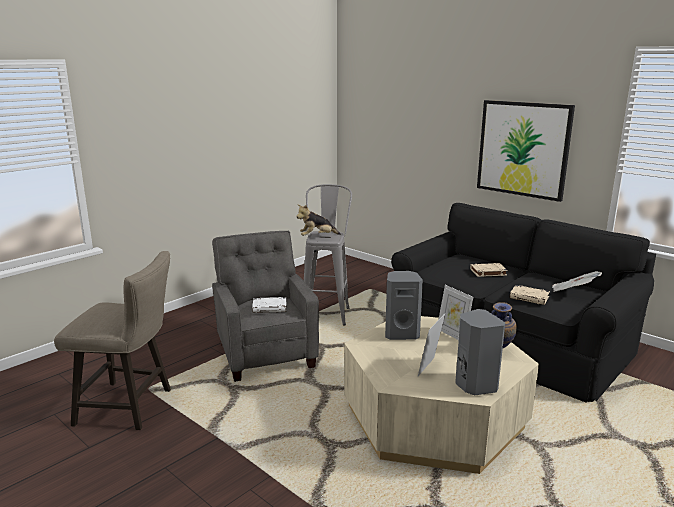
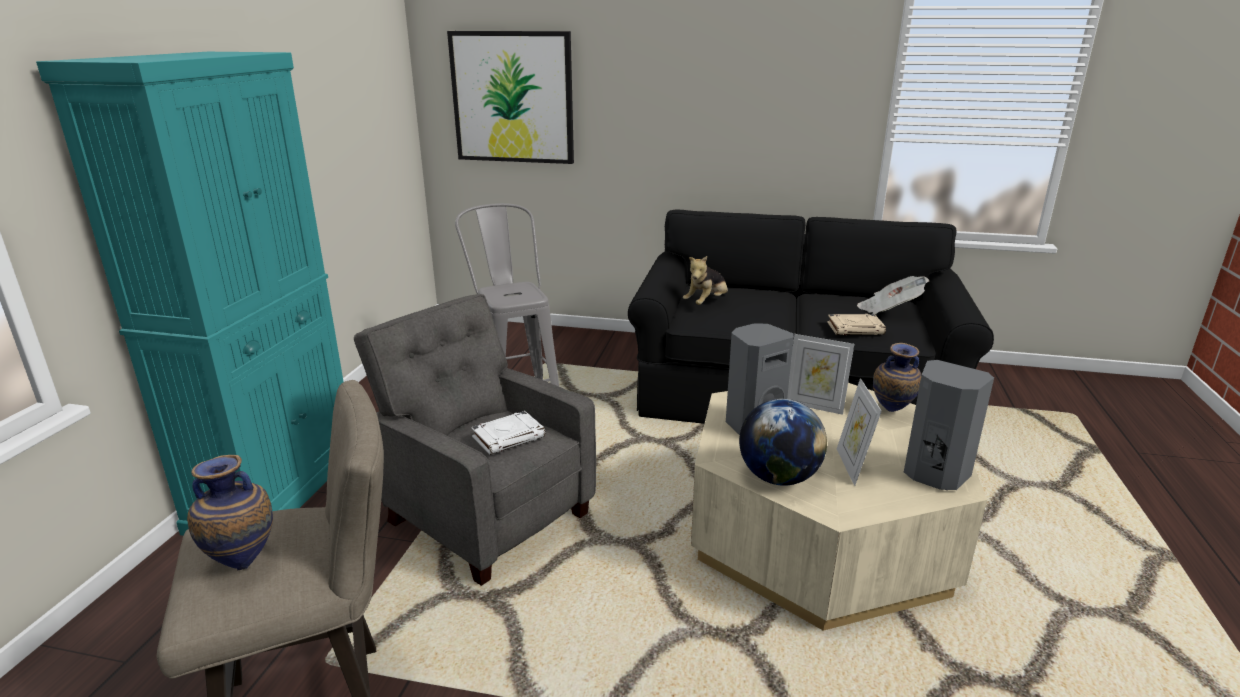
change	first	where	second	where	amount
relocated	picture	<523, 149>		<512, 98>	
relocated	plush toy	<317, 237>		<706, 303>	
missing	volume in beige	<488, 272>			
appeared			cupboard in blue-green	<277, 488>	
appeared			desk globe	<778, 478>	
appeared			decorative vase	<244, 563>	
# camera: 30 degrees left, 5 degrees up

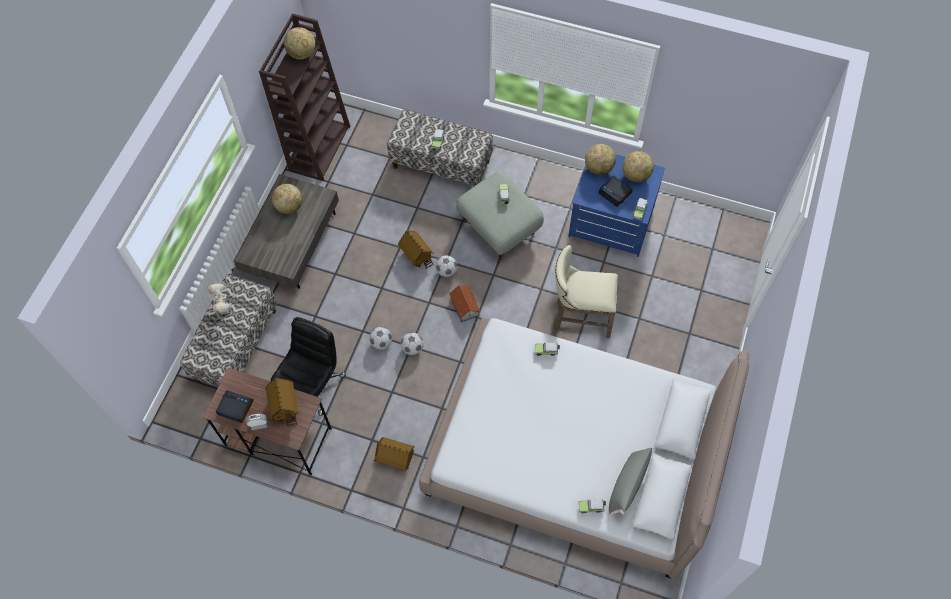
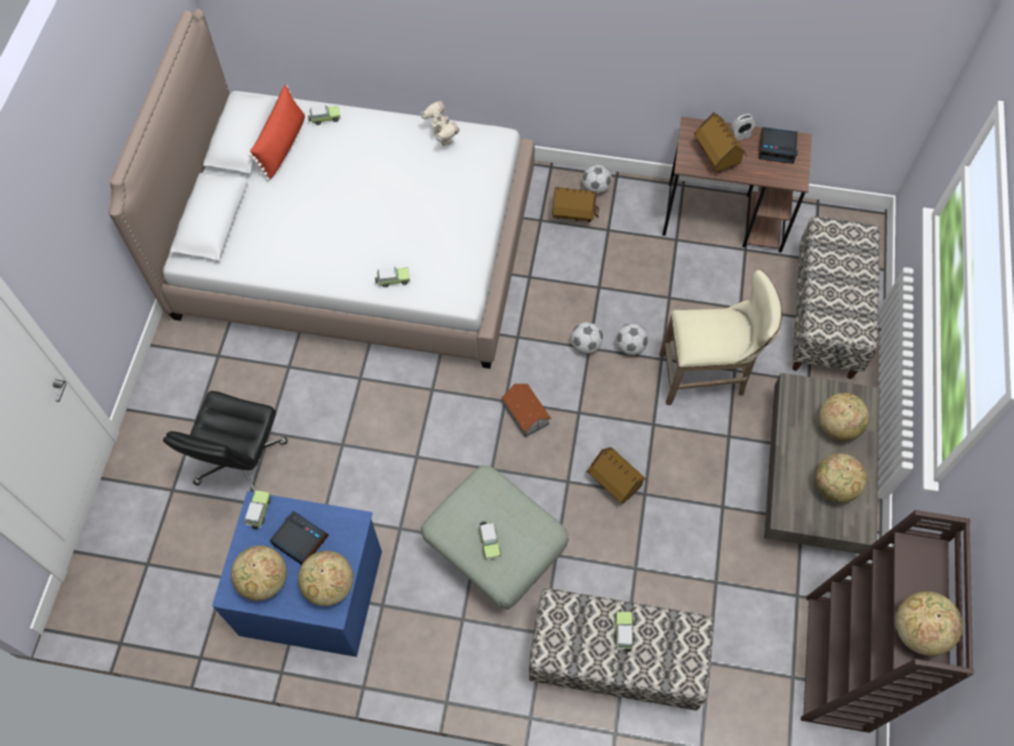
change	first	where	second	where	amount
relocated	stool in beige	<579, 317>		<706, 377>	
relocated	football	<446, 271>		<595, 188>	
relocated	toy robot	<223, 307>		<441, 139>	
relocated	computer chair in black	<313, 384>		<241, 463>	
colour	pillow in greyish	<627, 484>	pillow in reddish	<282, 145>	
appeared			desk globe	<837, 426>	
# camera: 170 degrees right, 0 degrees up

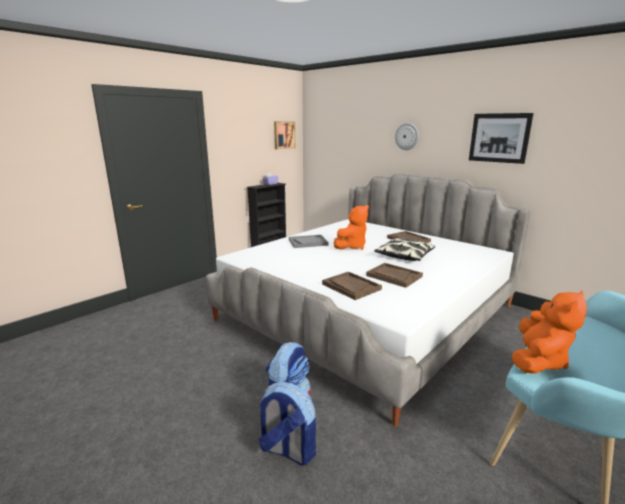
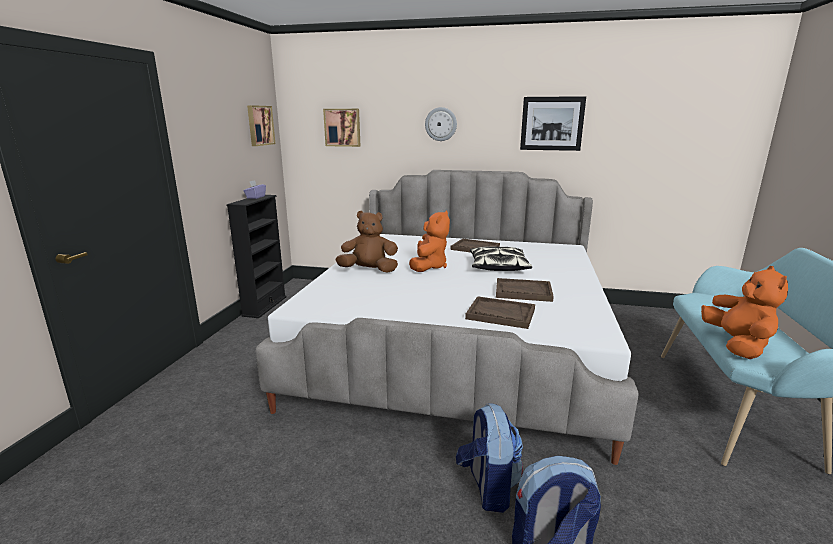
change	first	where	second	where	amount
exchanged	tray in greyish	<308, 242>	plush toy in brownish	<369, 270>	
appeared			picture	<342, 127>	
# camera: 30 degrees left, 0 degrees up

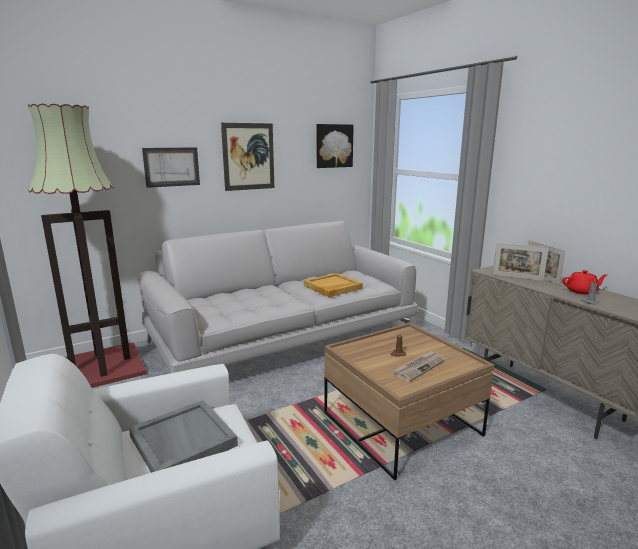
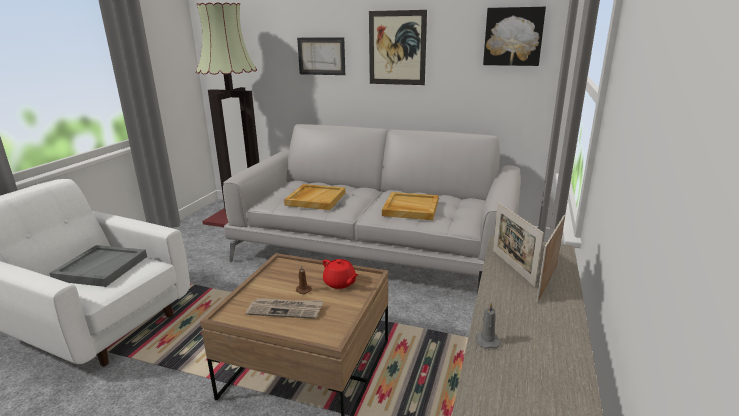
change	first	where	second	where	amount
relocated	teapot in reddish	<582, 291>		<340, 283>	
appeared			tray in beige	<315, 199>	
# camera: 50 degrees right, 5 degrees up

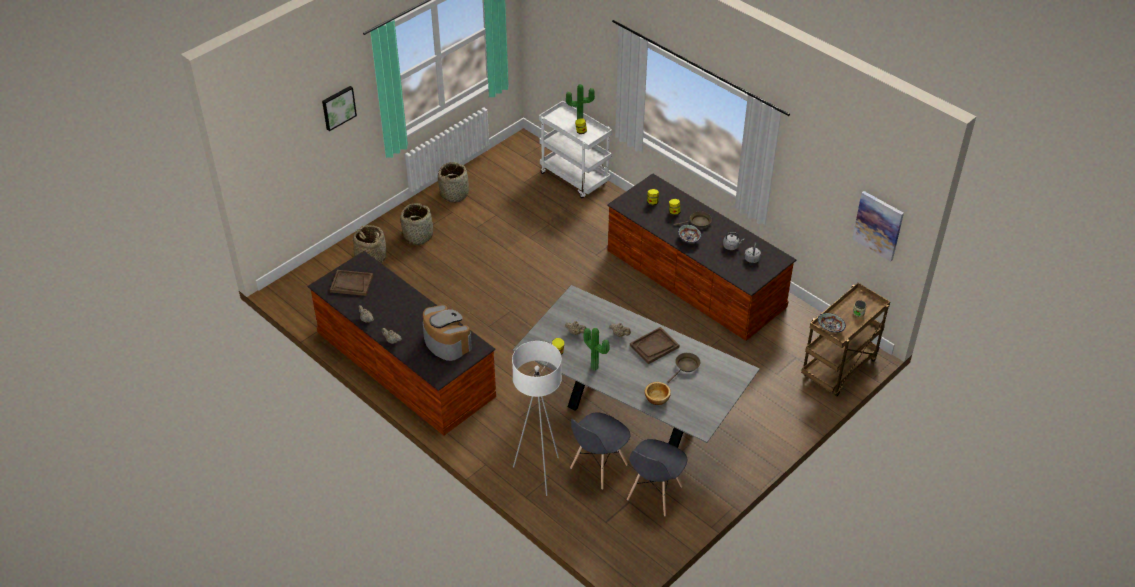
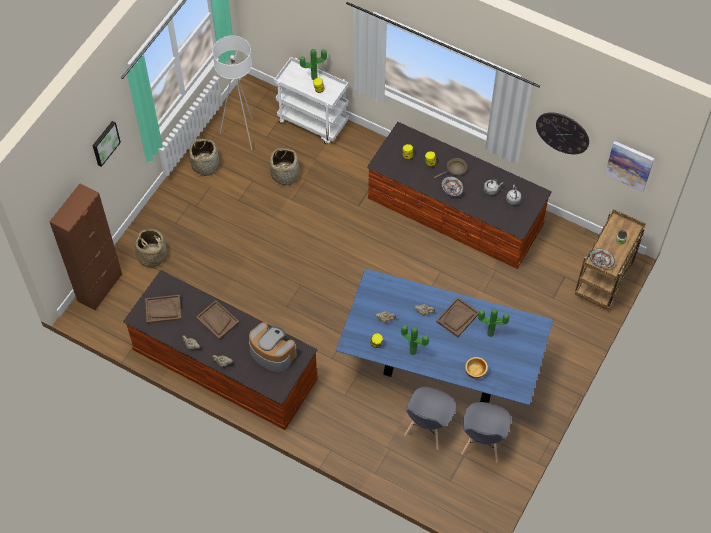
change	first	where	second	where	amount
relocated	storage basket	<418, 235>		<285, 174>	
colour	dining table in greyish	<632, 414>	dining table in bluish	<441, 368>	
relocated	floor lamp in white	<539, 474>		<241, 134>	
exchanged	frying pan in brownish	<686, 367>	plant in a pot	<490, 332>	
appeared			wall clock	<562, 132>	
appeared			cupboard in brownish	<100, 287>	
appeared			tray in brownish	<217, 320>	
# camera: 15 degrees left, 15 degrees up

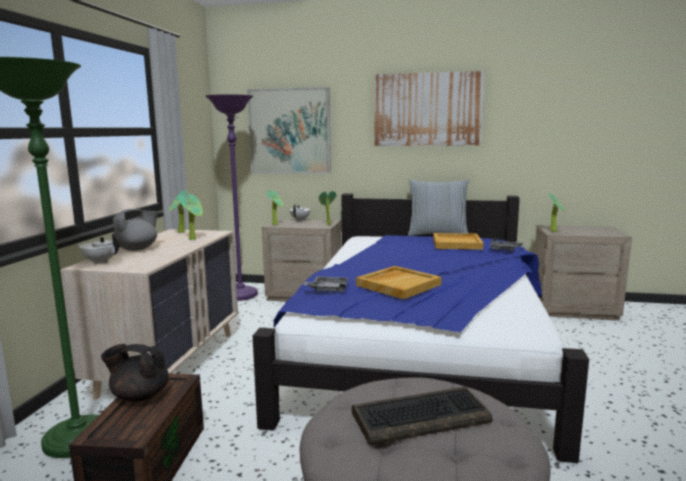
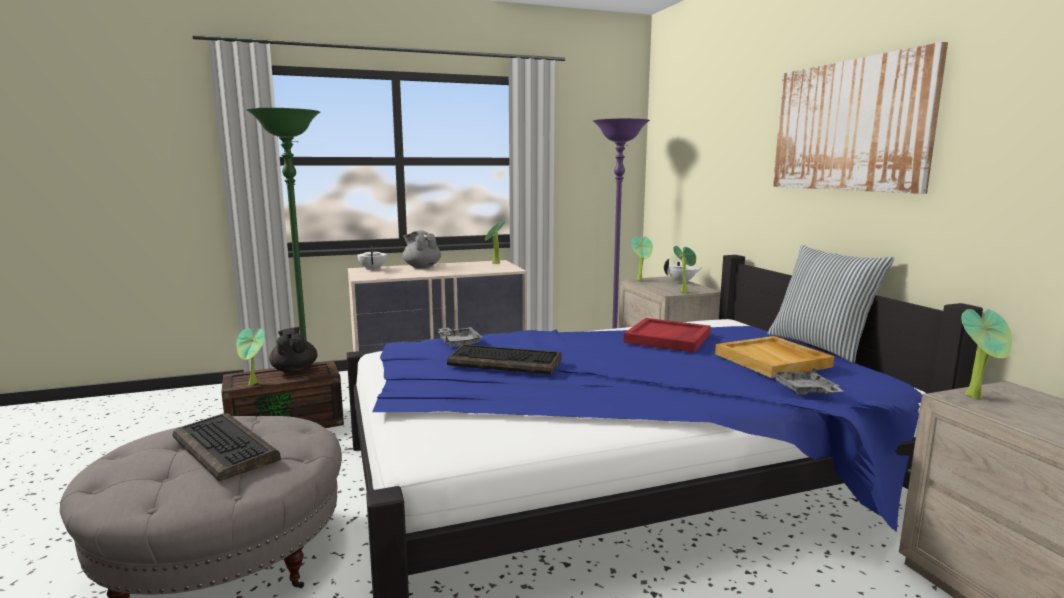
change	first	where	second	where	amount
missing	picture	<289, 131>			
relocated	plant in a pot	<194, 239>		<254, 384>	
spun	teapot in greyish	<137, 249>		<421, 267>	150 degrees counterclockwise
exchanged	tray in beige	<398, 285>	PC keyboard	<506, 362>	
appeared			tray in reddish	<668, 338>	
# camera: 60 degrees right, 0 degrees up

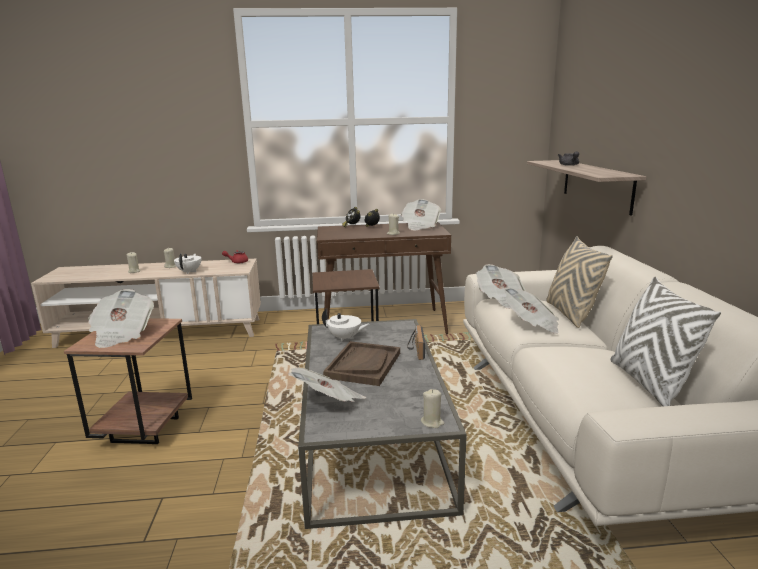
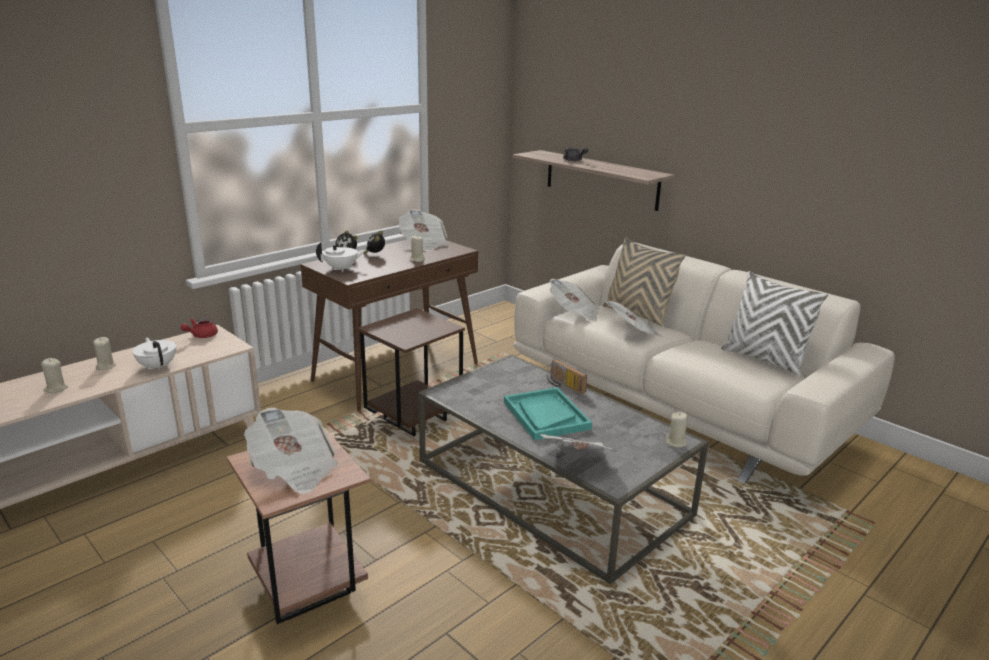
change	first	where	second	where	amount
relocated	teapot in white	<345, 338>		<342, 269>	
colour	tray in brownish	<363, 365>	tray in blue-green	<546, 415>	
# camera: 40 degrees left, 5 degrees up

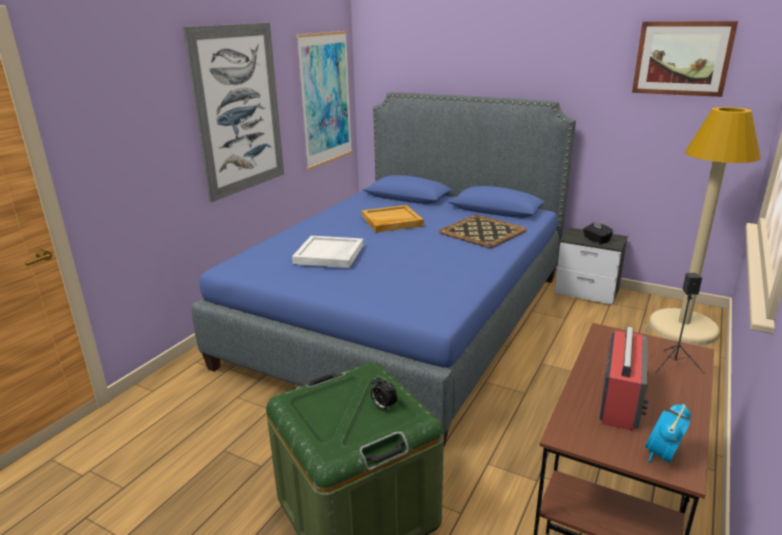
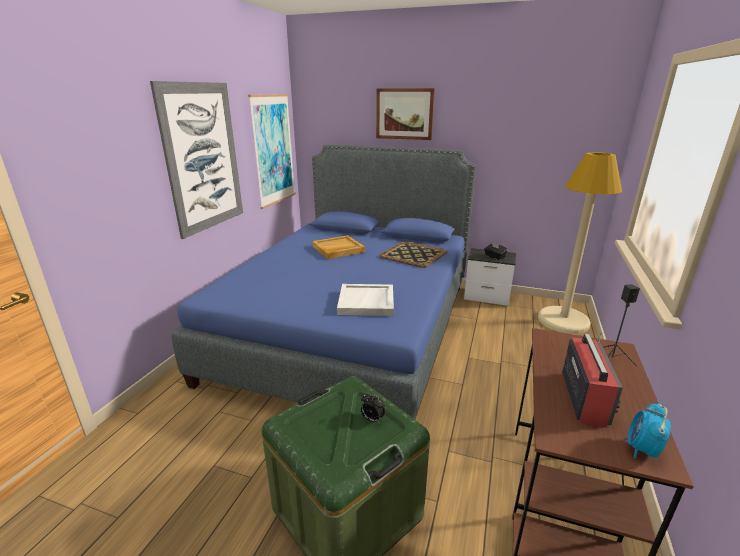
change	first	where	second	where	amount
relocated	picture	<682, 58>		<404, 114>	
relocated	tray in white	<329, 254>		<367, 302>	
# camera: 10 degrees left, 0 degrees up

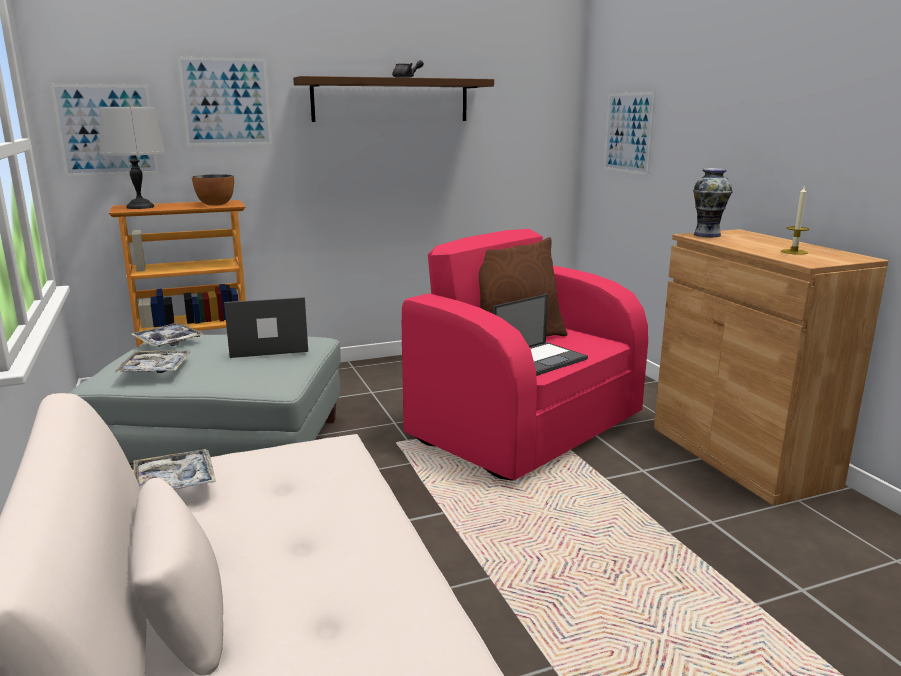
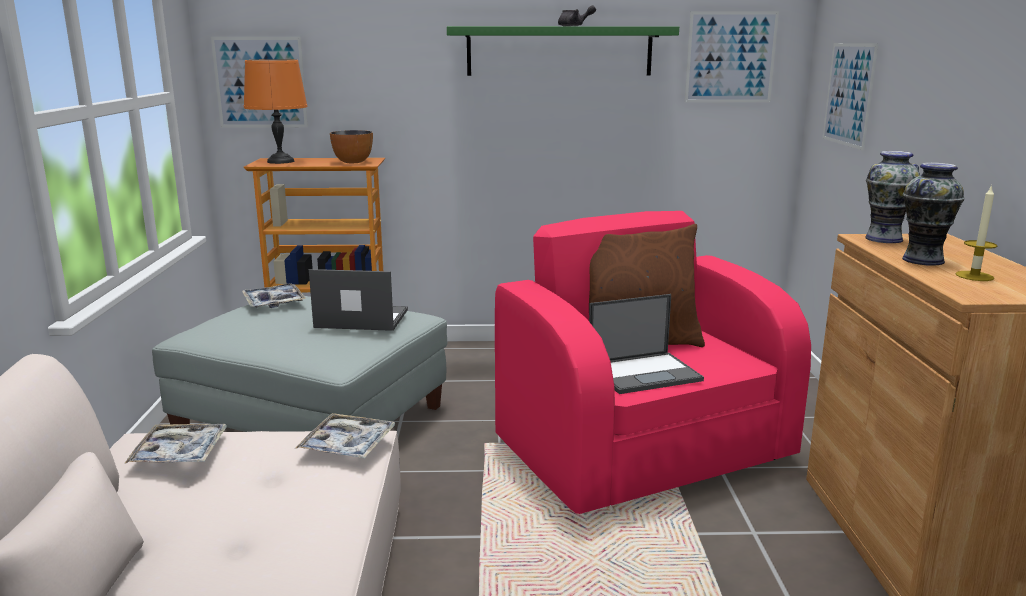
change	first	where	second	where	amount
relocated	picture	<226, 102>		<730, 57>	
colour	wall shelf in brownish	<391, 100>	wall shelf in greenish	<559, 51>	
colour	tabletop lamp in greyish	<140, 207>	tabletop lamp in orangey	<280, 161>	
relocated	tray	<155, 369>		<348, 445>	
appeared			decorative vase	<923, 260>	
# camera: 20 degrees right, 0 degrees up

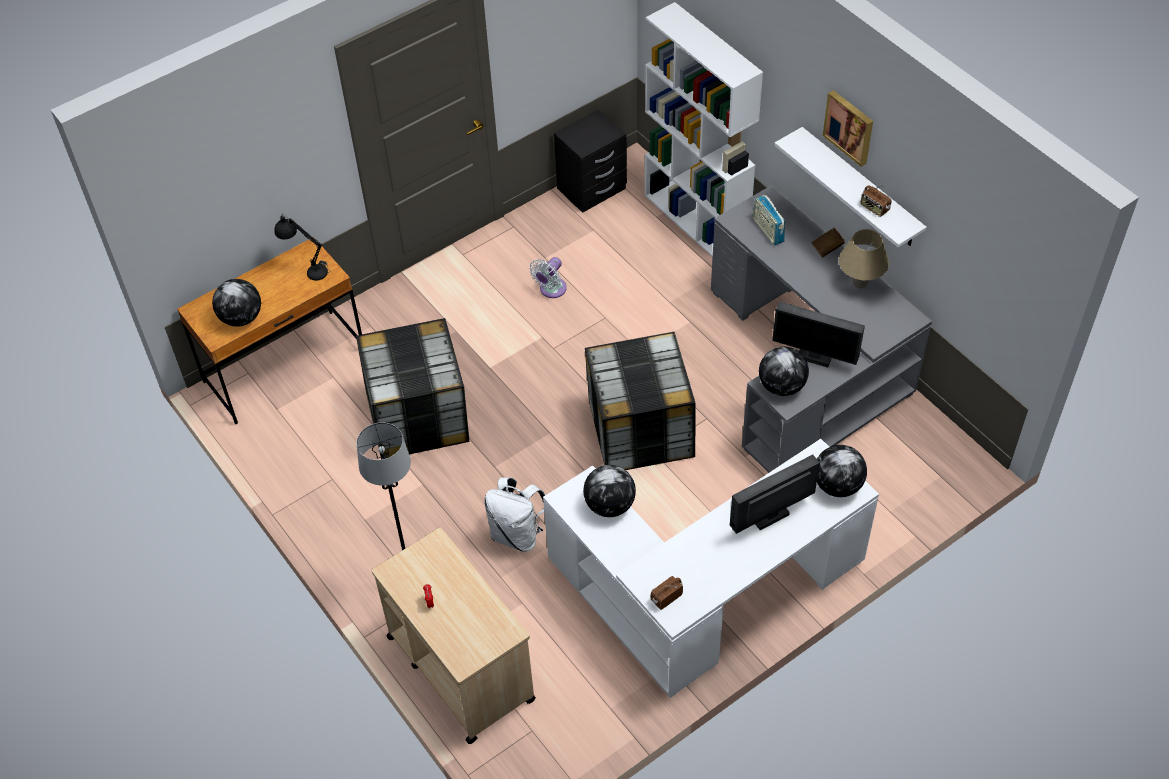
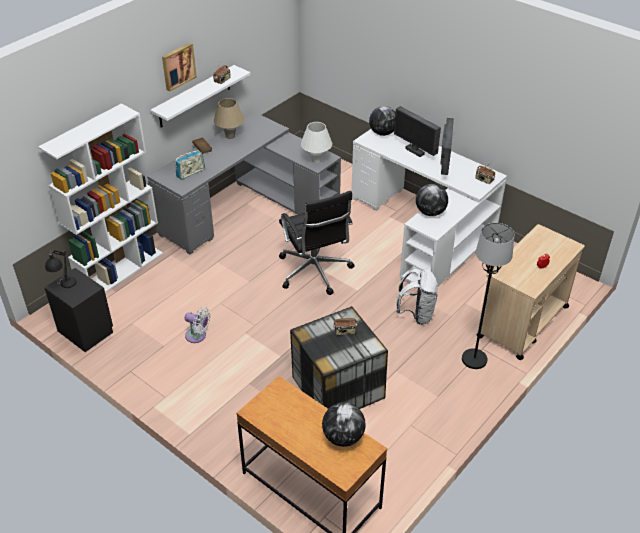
change	first	where	second	where	amount
relocated	tabletop lamp in black	<307, 269>		<65, 288>	
relocated	computer screen	<814, 358>		<444, 167>	
exchanged	storage container	<640, 429>	computer chair in black	<315, 272>	
exchanged	desk globe	<782, 386>	tabletop lamp in white	<316, 160>	
appeared			radio set	<345, 331>	
# camera: 105 degrees left, 10 degrees down

